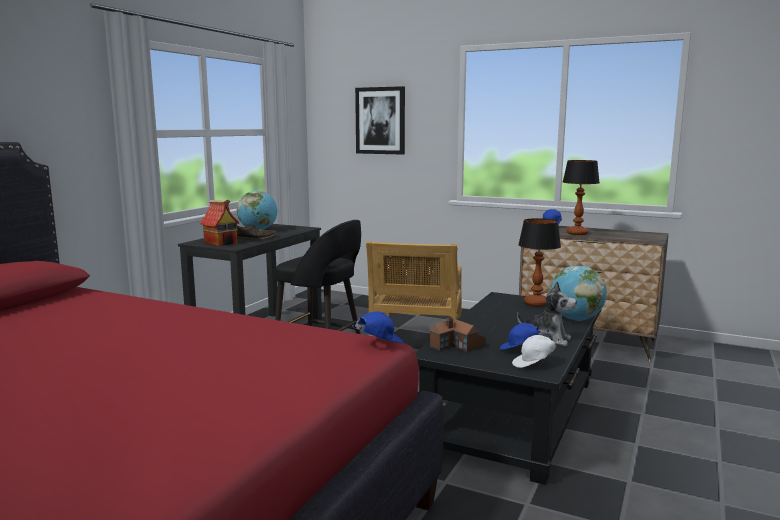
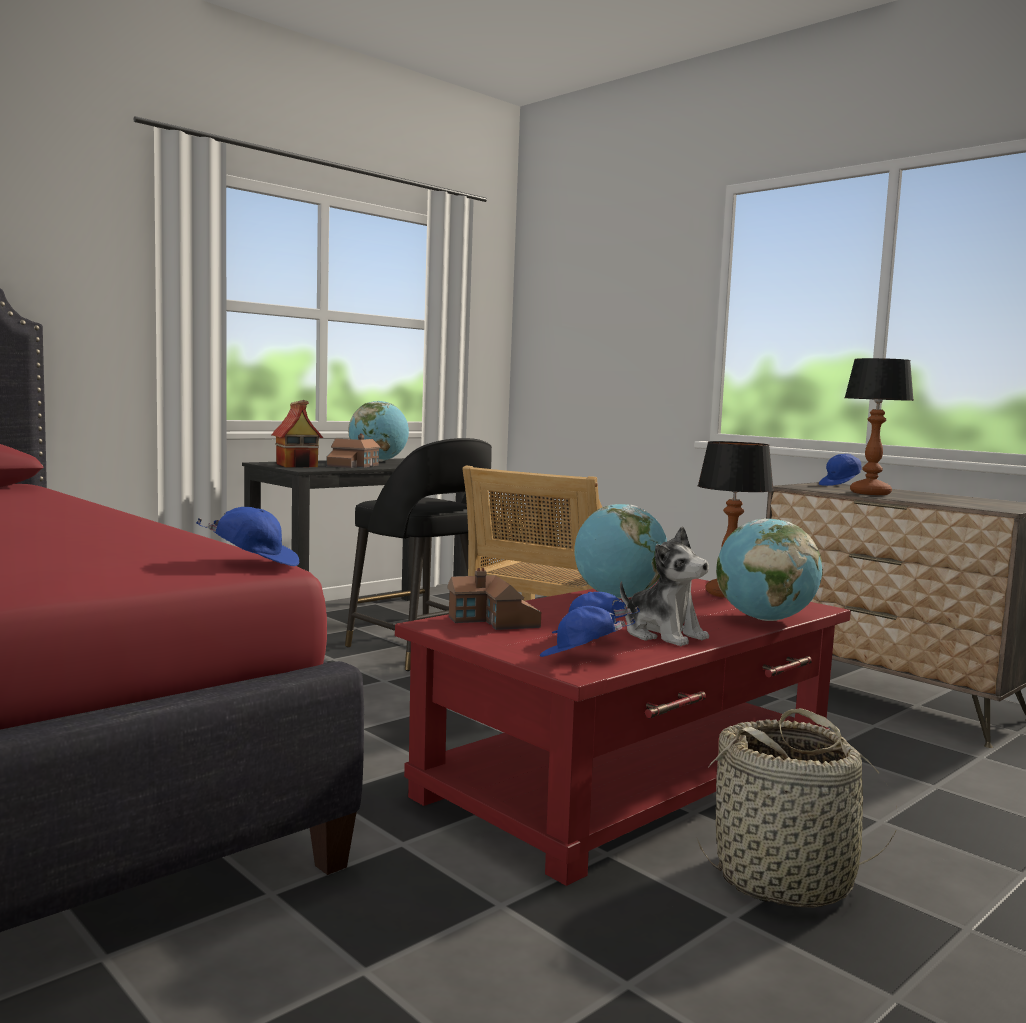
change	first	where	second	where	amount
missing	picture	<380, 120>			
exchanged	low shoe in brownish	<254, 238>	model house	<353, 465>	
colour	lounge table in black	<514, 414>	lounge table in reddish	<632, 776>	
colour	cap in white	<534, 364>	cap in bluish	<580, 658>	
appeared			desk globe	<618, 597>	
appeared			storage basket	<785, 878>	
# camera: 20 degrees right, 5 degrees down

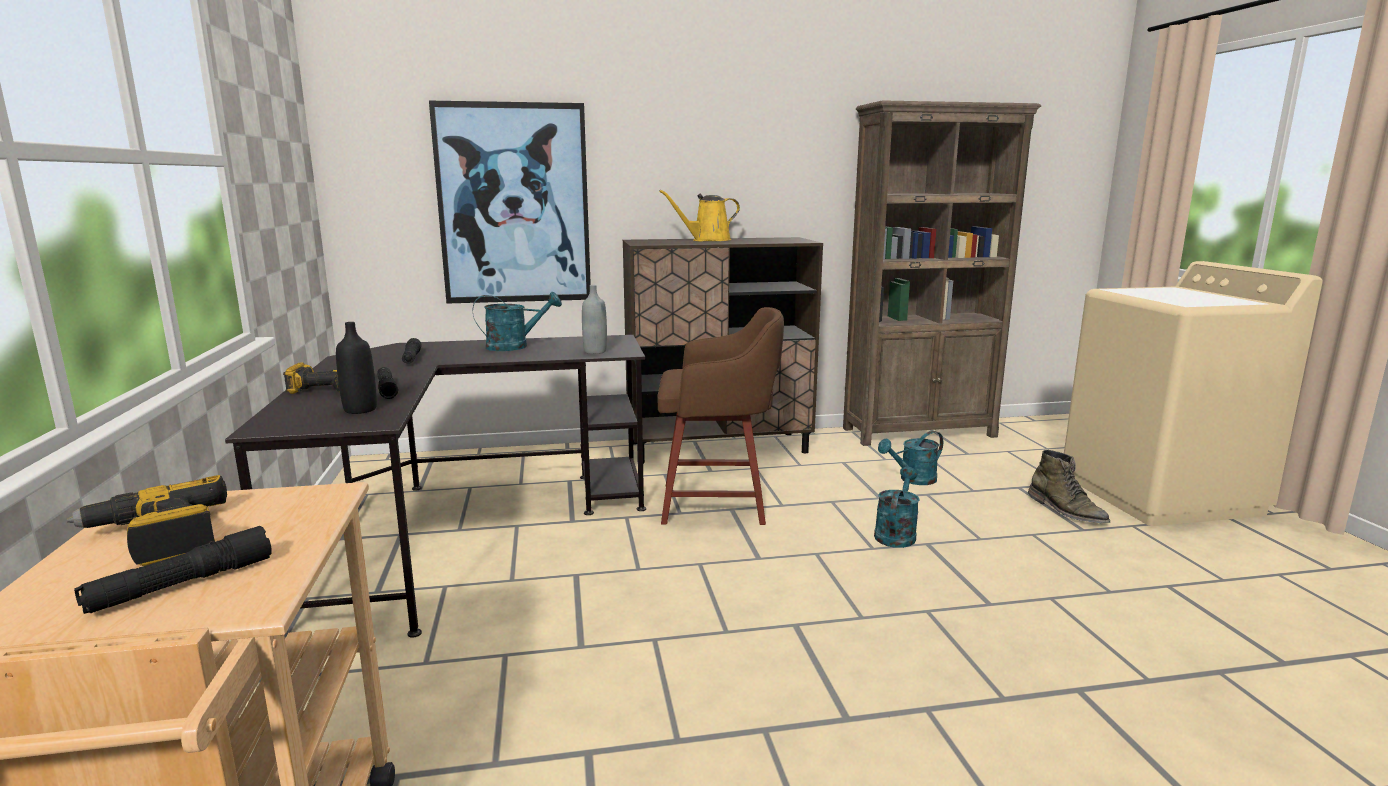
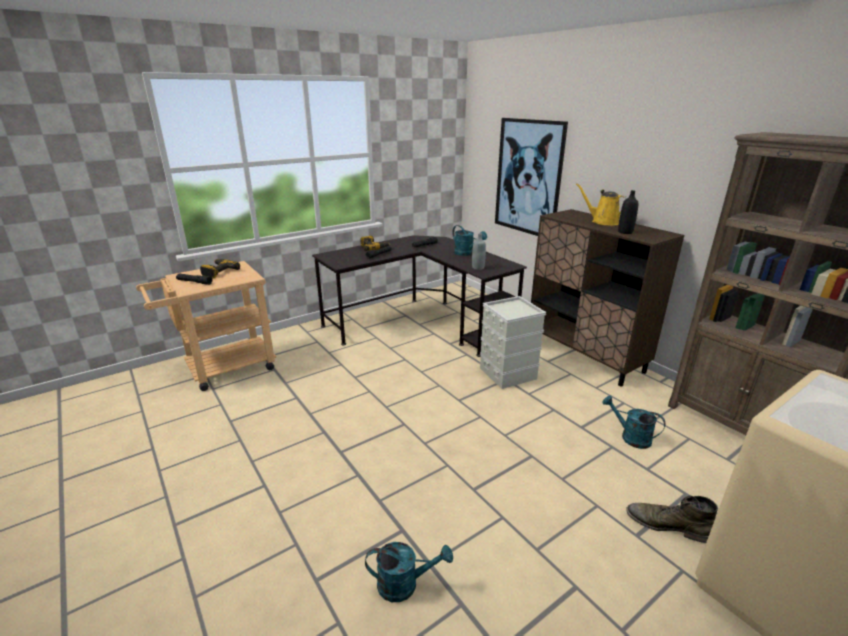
change	first	where	second	where	amount
exchanged	stool in brownish	<717, 504>	storage container in greyish	<507, 374>	
relocated	beverage bottle in black	<360, 409>		<625, 232>	
spun	boot in greenish	<1066, 510>		<667, 525>	75 degrees clockwise
relocated	sprinkling can in blue-green	<896, 534>		<405, 584>	
# camera: 65 degrees right, 10 degrees up

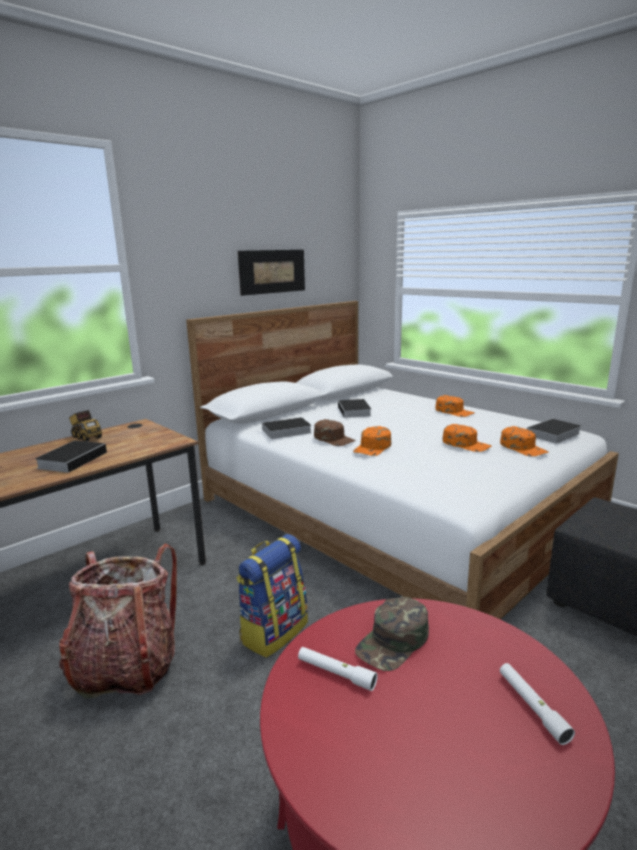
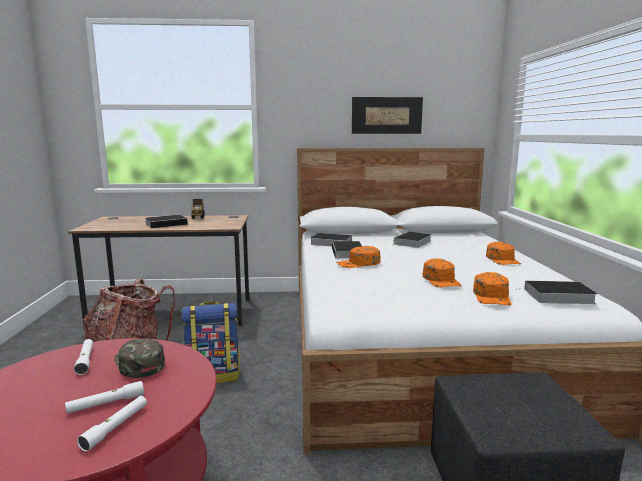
change	first	where	second	where	amount
exchanged	cap in brownish	<334, 439>	volume	<348, 253>	
spun	cap in greenish	<394, 641>		<138, 363>	60 degrees clockwise
appeared			hand torch in white	<106, 404>	
# camera: 40 degrees right, 5 degrees down

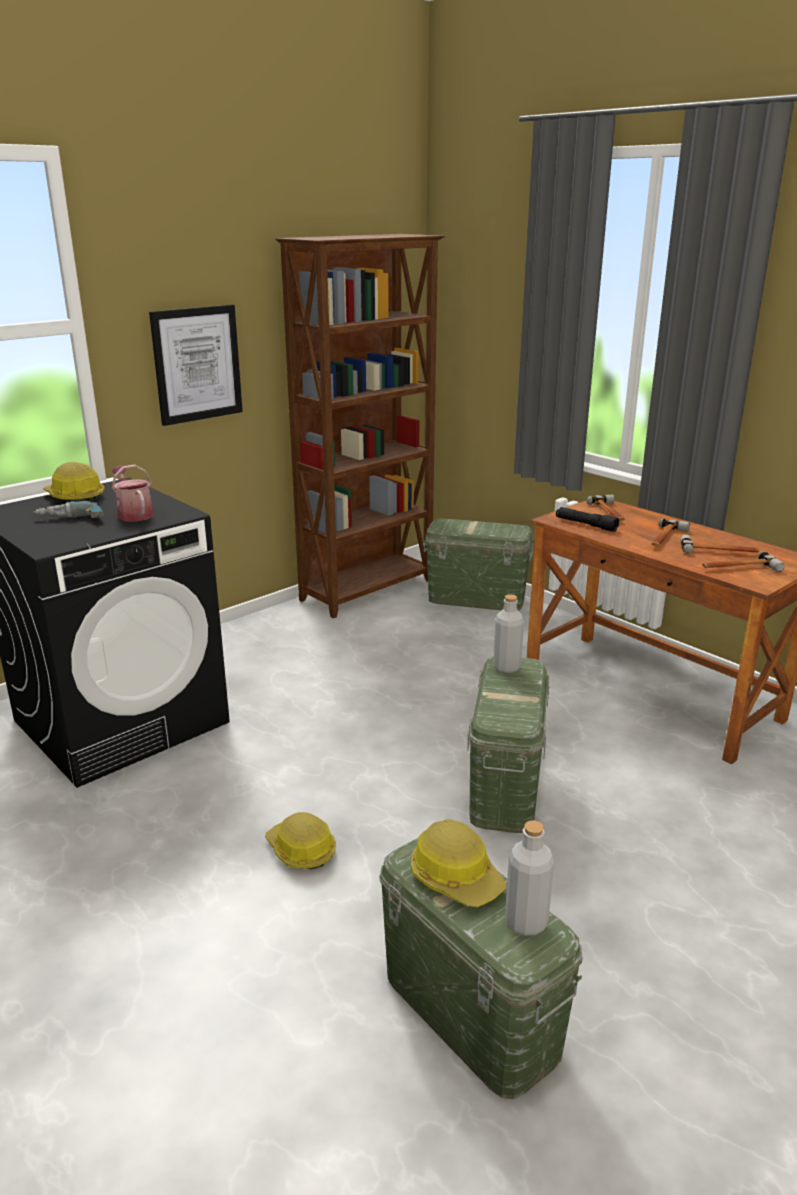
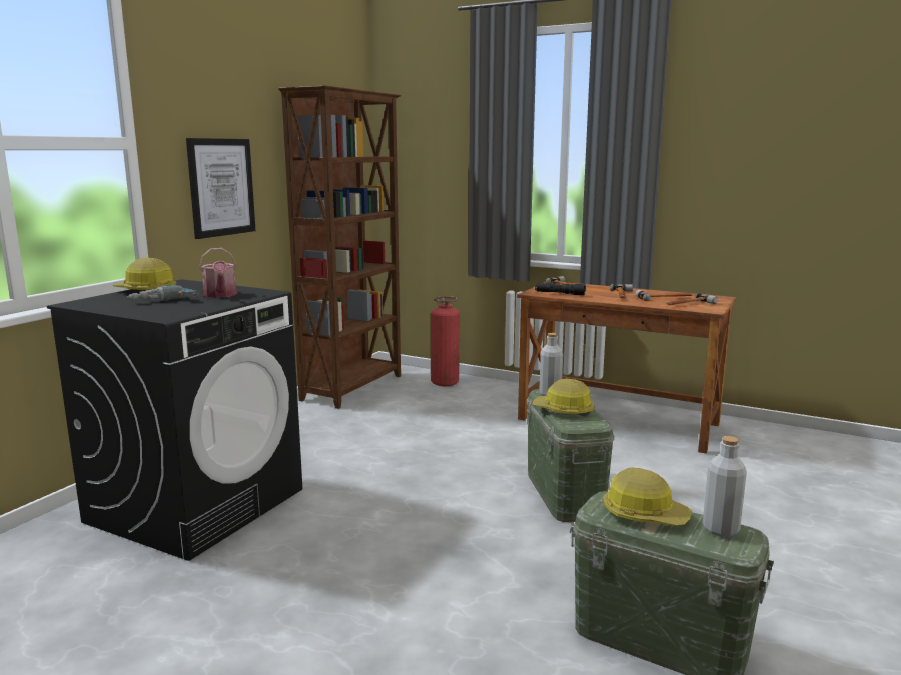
change	first	where	second	where	amount
spun	sprinkling can	<134, 514>		<220, 295>	150 degrees counterclockwise
exchanged	storage container in greenish	<476, 599>	fire-fighting cylinder	<445, 383>	
relocated	hard hat	<300, 850>		<563, 410>	
# camera: 20 degrees left, 10 degrees down

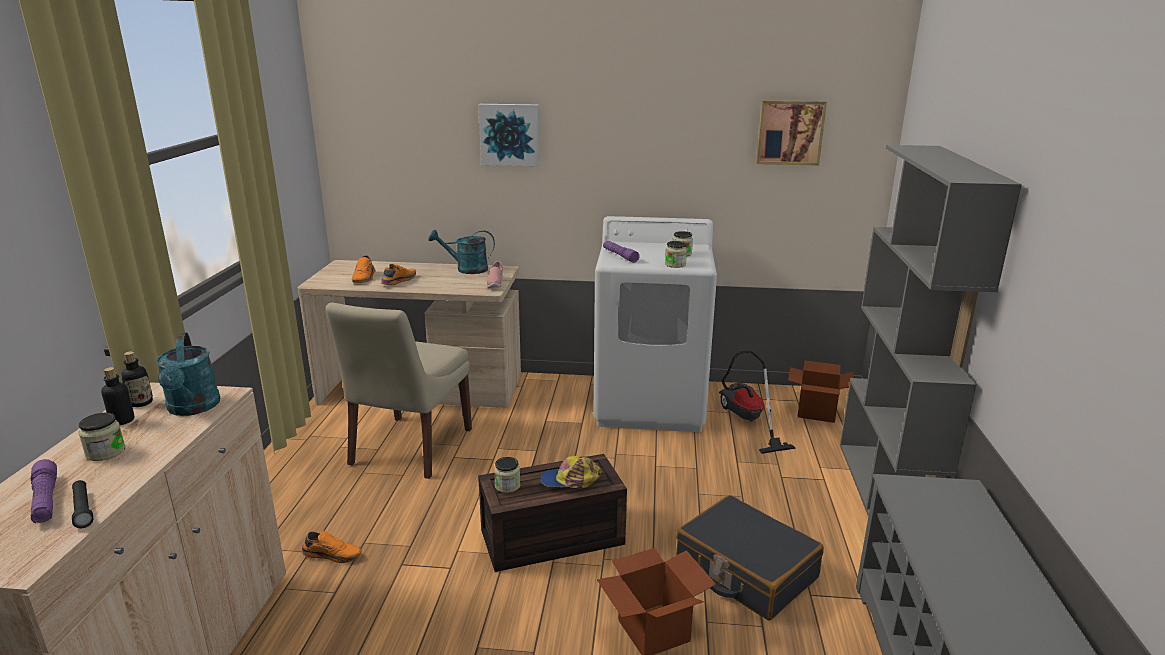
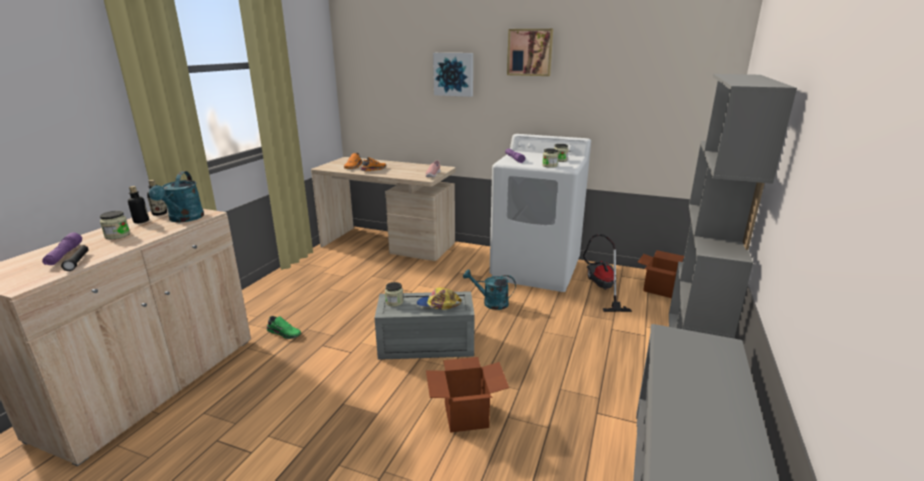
change	first	where	second	where	amount
relocated	picture	<790, 132>		<530, 52>	
relocated	sprinkling can in blue-green	<466, 269>		<491, 303>	
missing	chair in beige	<409, 449>			
colour	storage container in brownish	<551, 539>	storage container in greyish	<425, 345>	
missing	suitcase in black	<745, 570>			
colour	low shoe in orangey	<333, 554>	low shoe in greenish	<285, 333>	
# camera: 15 degrees right, 0 degrees up

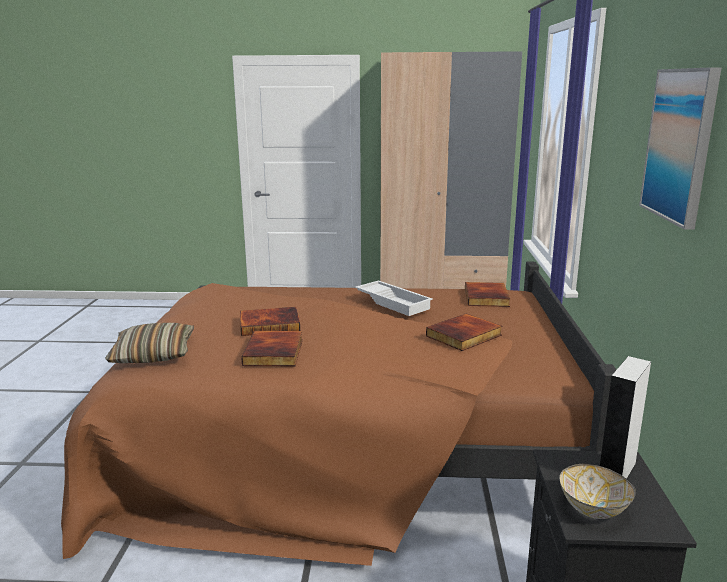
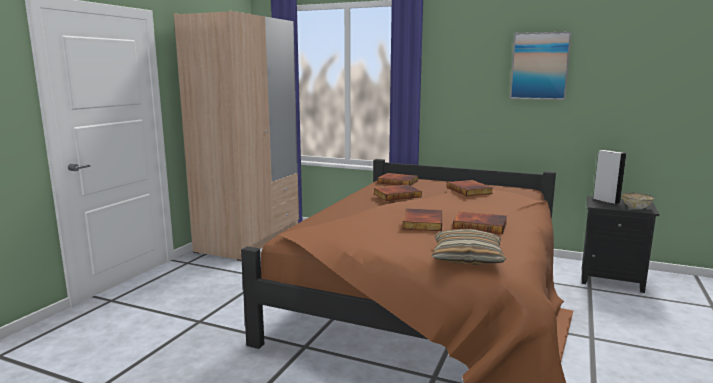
change	first	where	second	where	amount
exchanged	tray in white	<394, 302>	volume	<397, 195>	
# camera: 70 degrees left, 5 degrees down

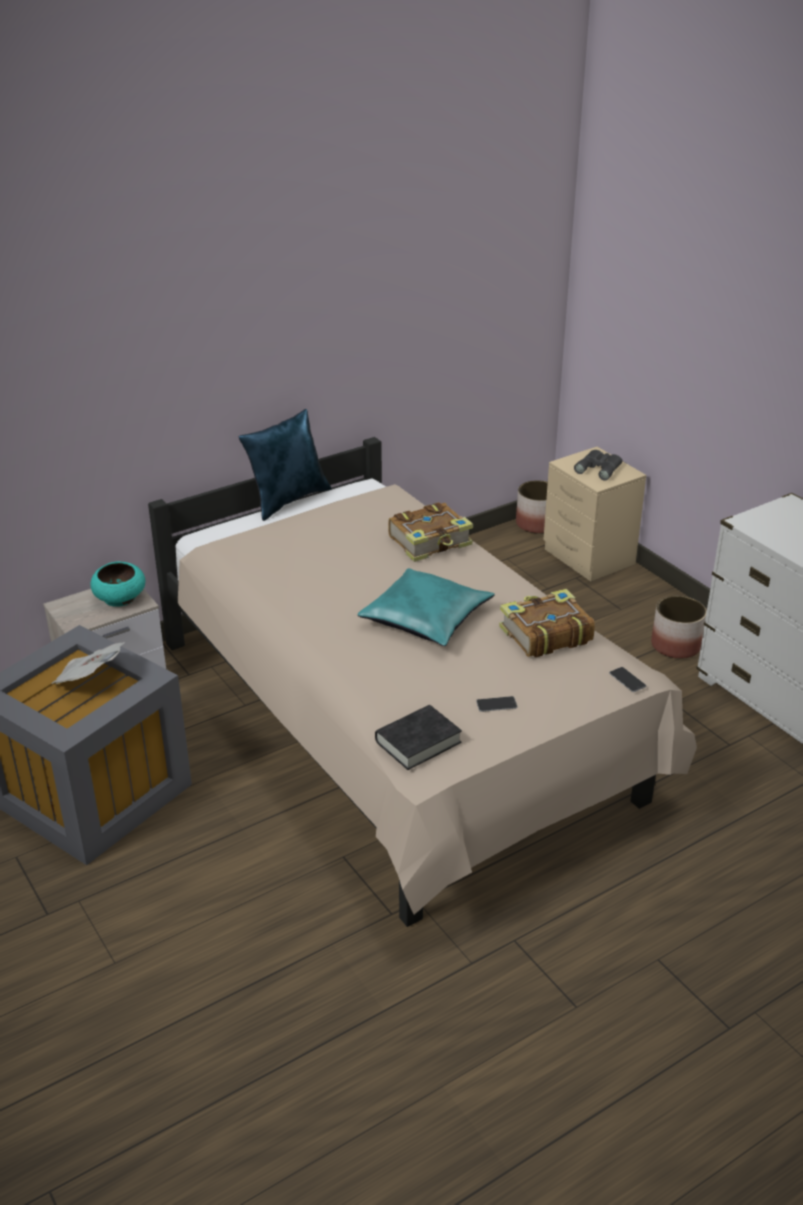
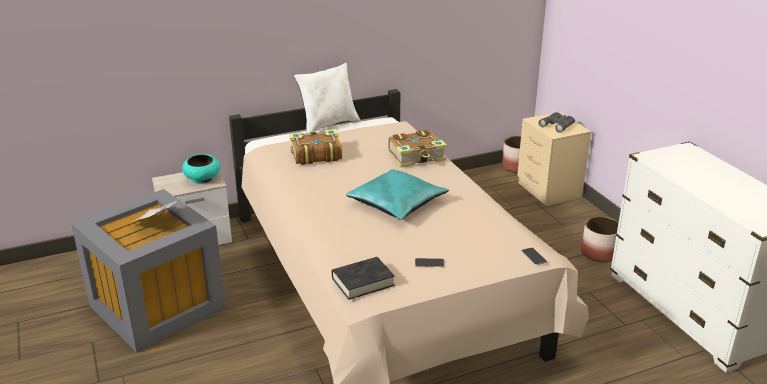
change	first	where	second	where	amount
colour	pillow in bluish	<288, 500>	pillow in white	<328, 125>	
relocated	volume	<544, 634>		<315, 154>	
# camera: 10 degrees right, 5 degrees down

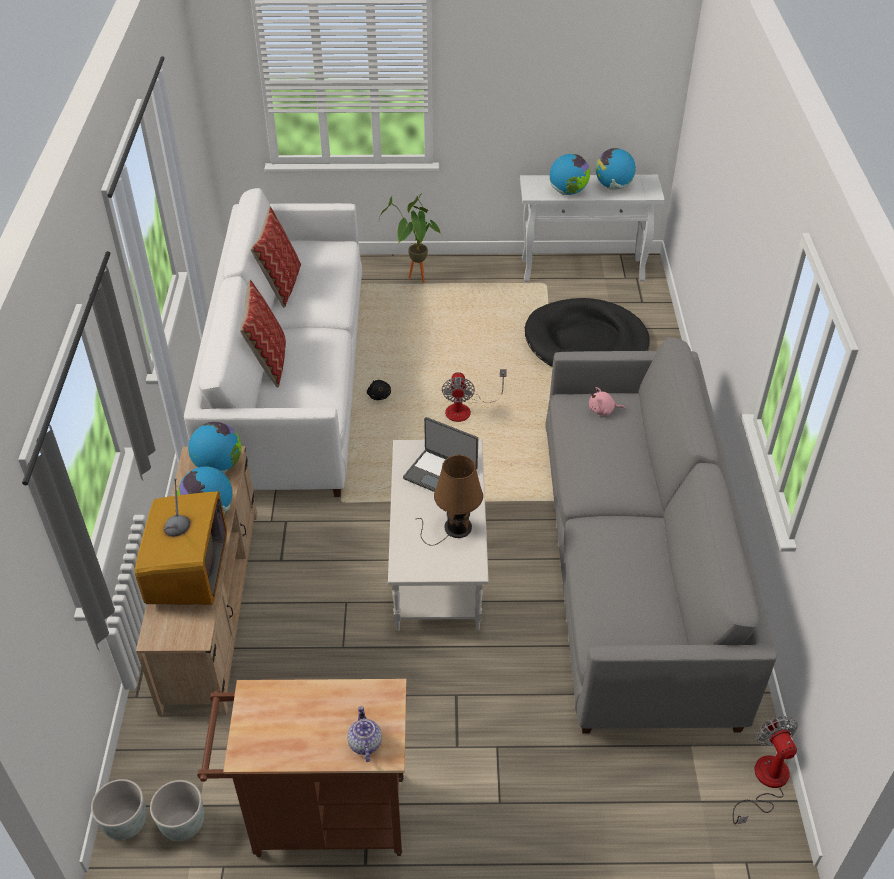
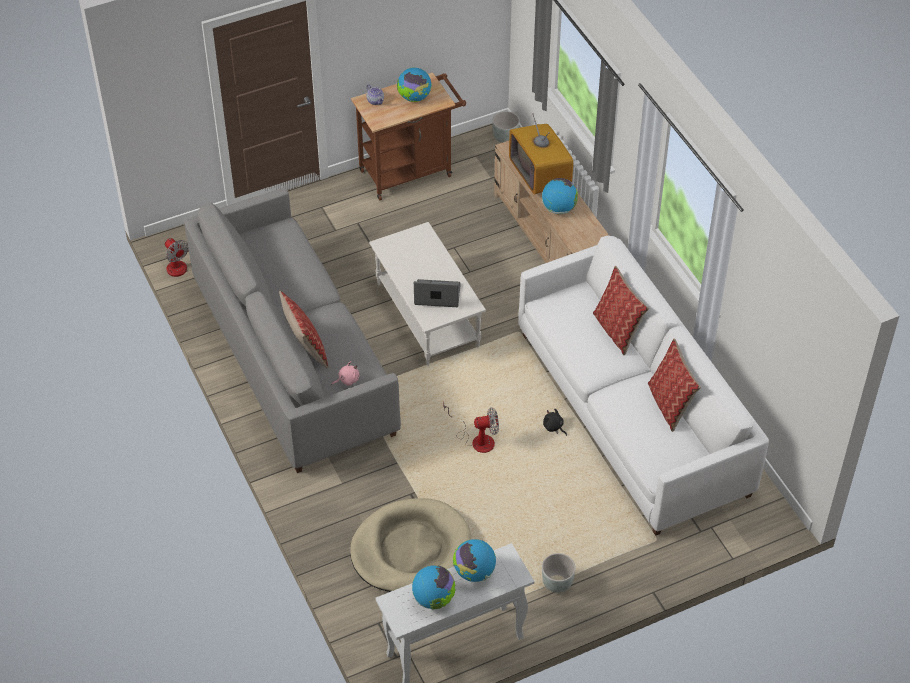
change	first	where	second	where	amount
missing	plant in a pot	<415, 280>			
colour	dog cushion in black	<586, 342>	dog cushion in beige	<411, 550>	
spun	cooling fan	<466, 409>		<477, 439>	105 degrees clockwise
relocated	desk globe	<218, 466>		<414, 97>	
missing	tabletop lamp in brownish	<454, 528>			
relocated	flower pot in greyish	<183, 825>		<557, 583>	
appeared			pillow	<306, 349>	
# camera: 155 degrees right, 5 degrees up

